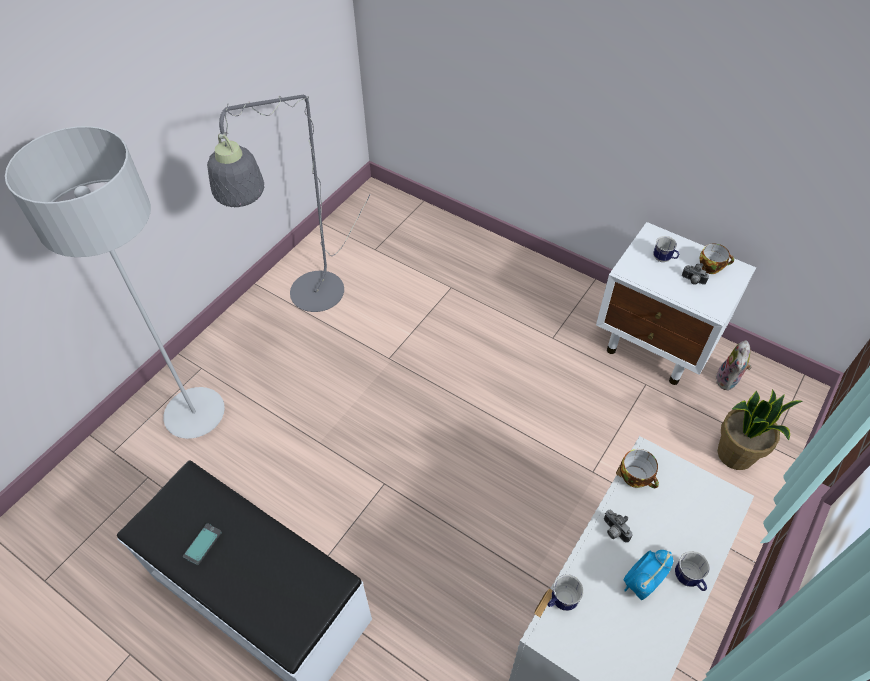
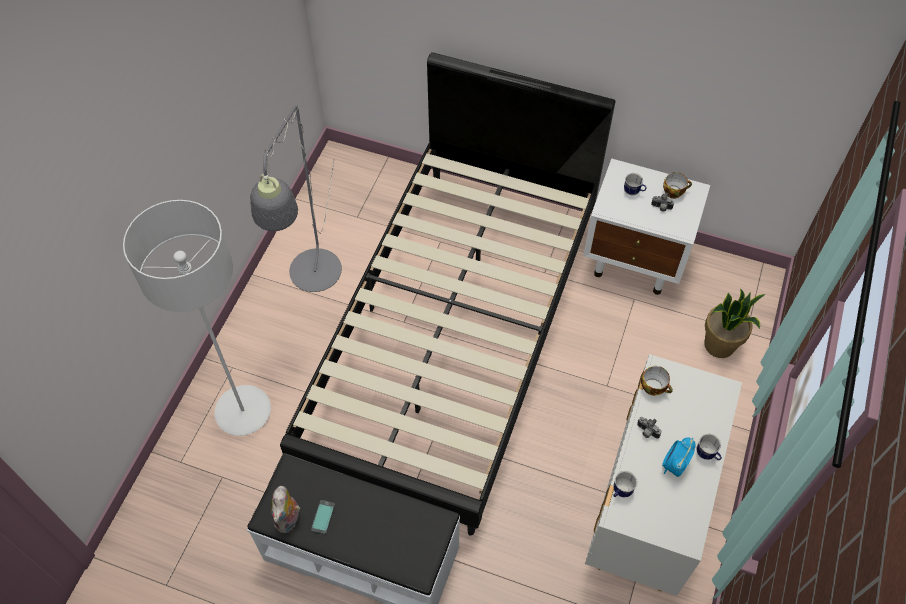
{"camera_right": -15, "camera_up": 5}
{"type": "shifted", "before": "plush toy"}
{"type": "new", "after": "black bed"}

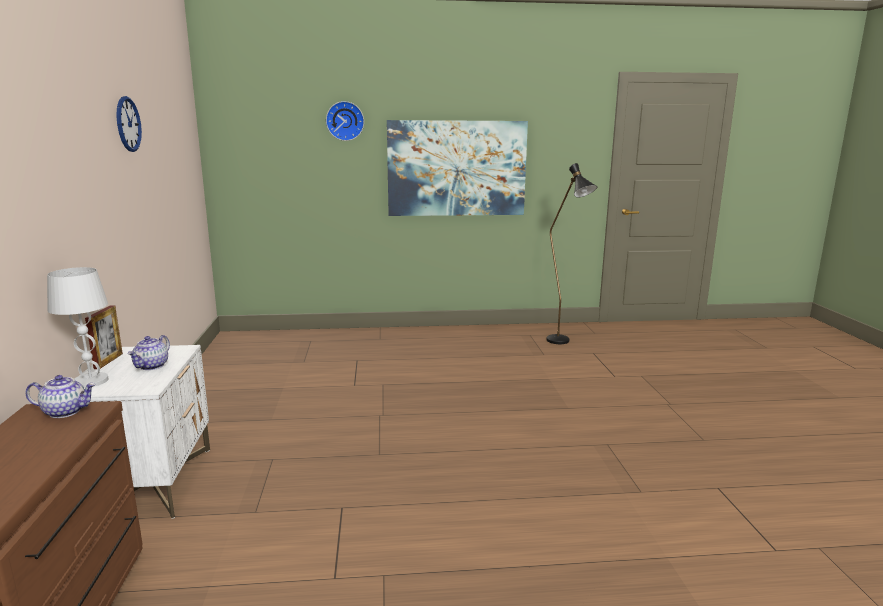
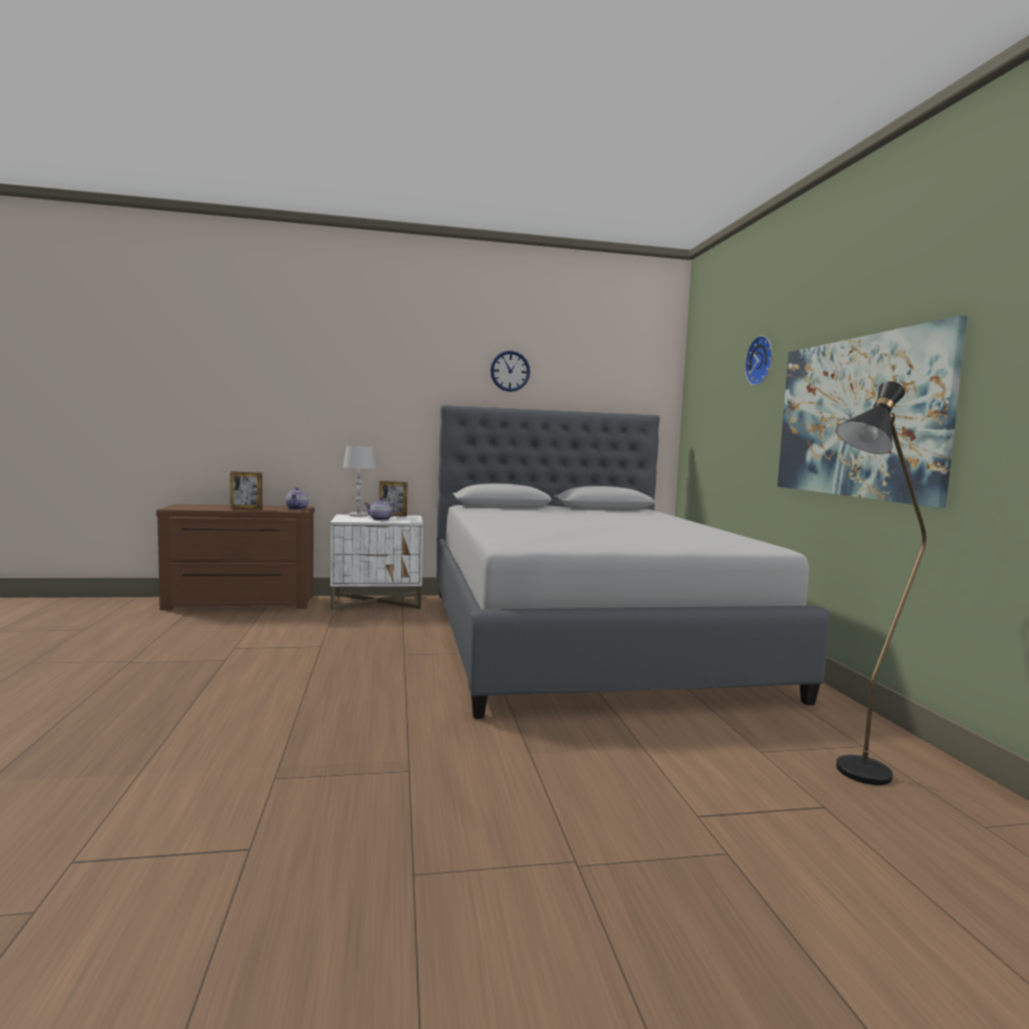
{"camera_right": 85, "camera_up": -10}
{"type": "new", "after": "picture frame (no. 1 from left)"}
{"type": "new", "after": "grey bed"}

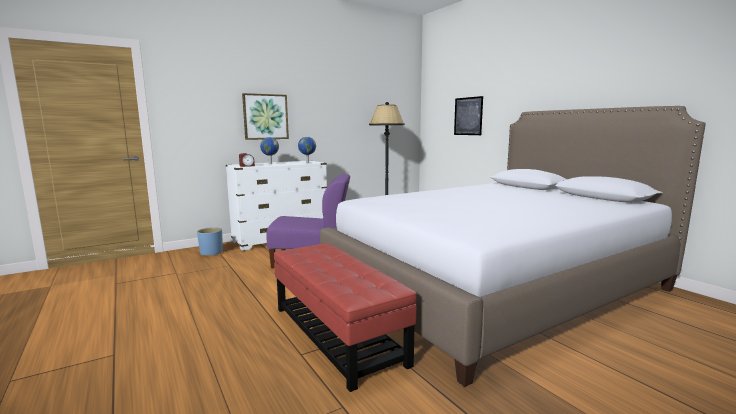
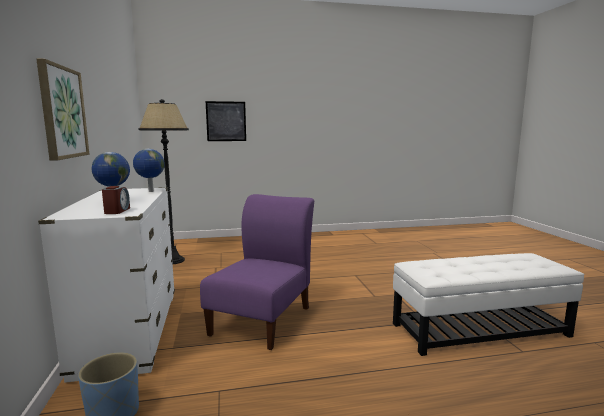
{"camera_right": -70, "camera_up": 0}
{"type": "repainted", "before": "red ottoman", "after": "white ottoman"}
{"type": "gone", "before": "bed"}

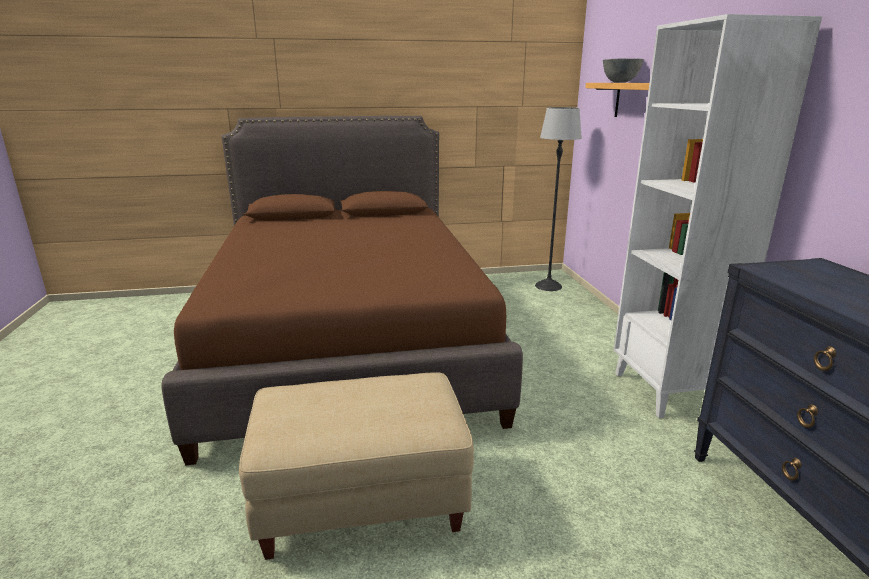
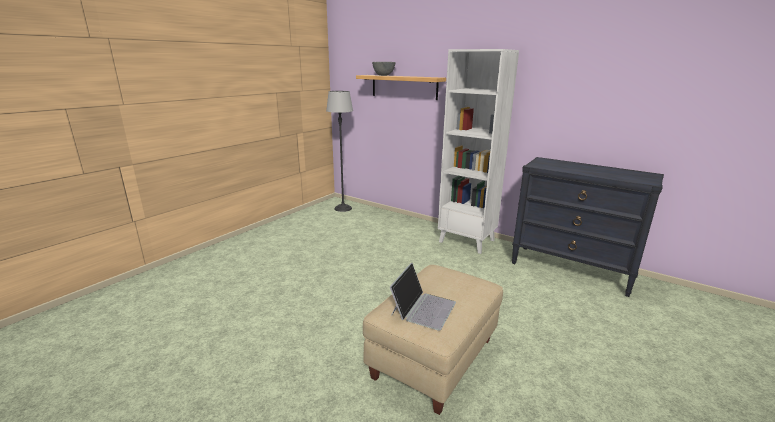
{"camera_right": -45, "camera_up": 0}
{"type": "new", "after": "laptop"}
{"type": "gone", "before": "brown bed"}

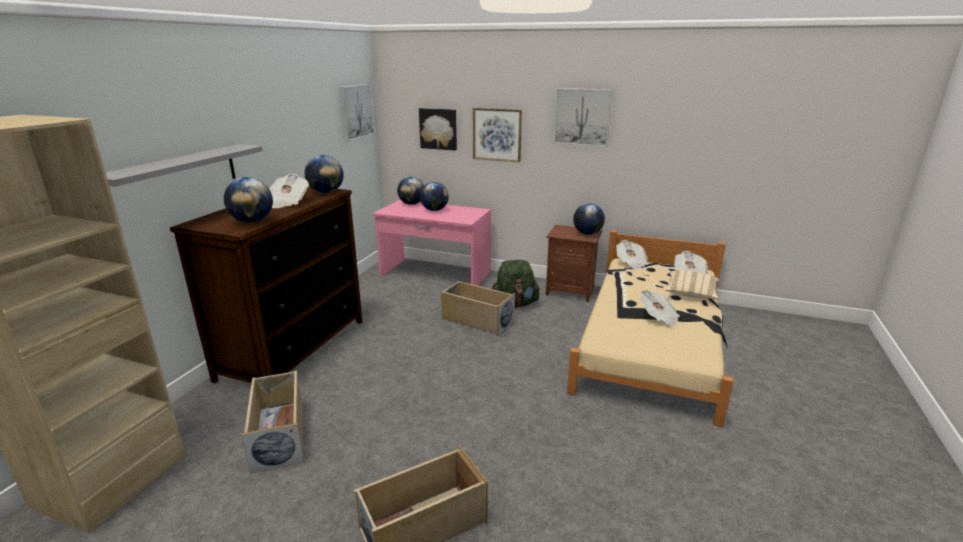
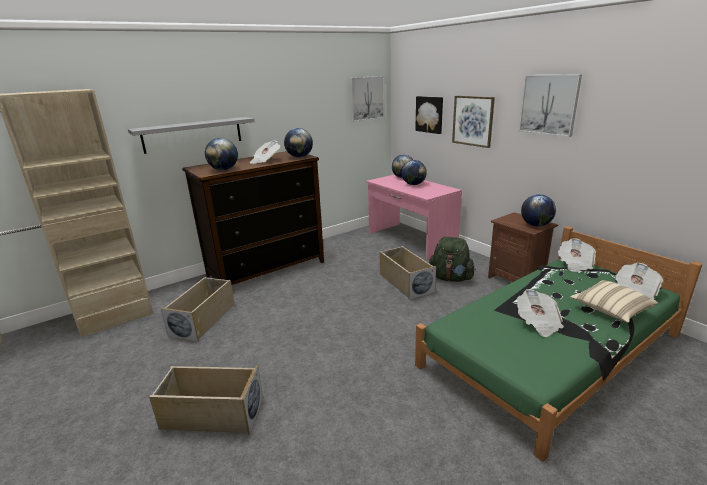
{"camera_right": 35, "camera_up": 0}
{"type": "repainted", "before": "beige bed", "after": "green bed"}

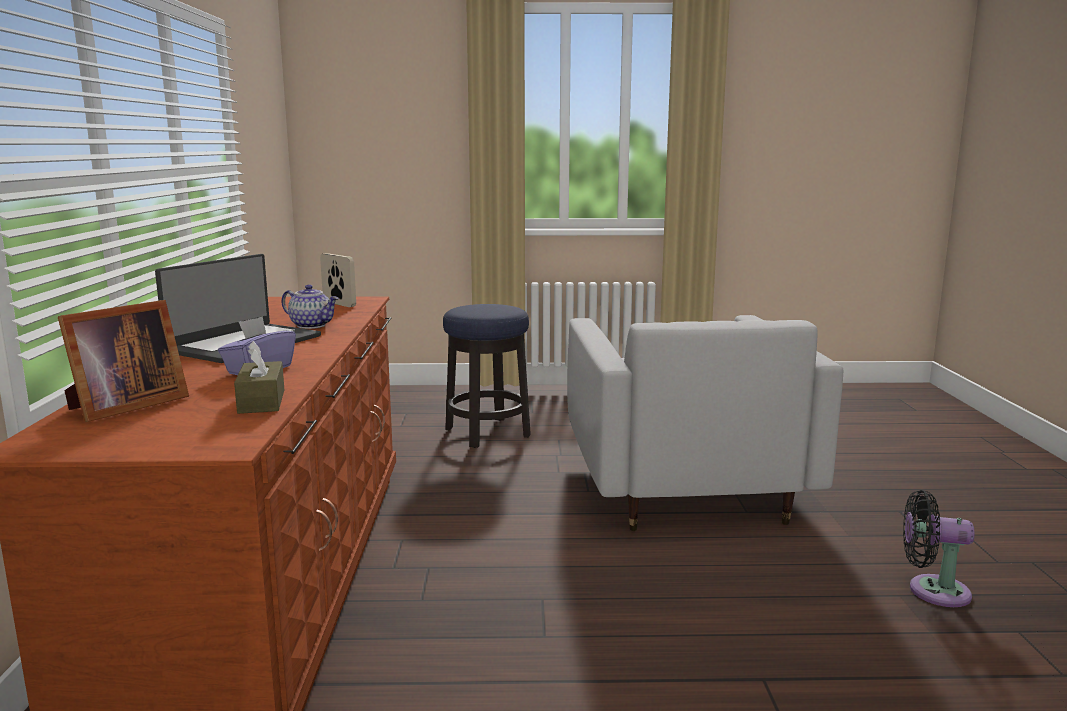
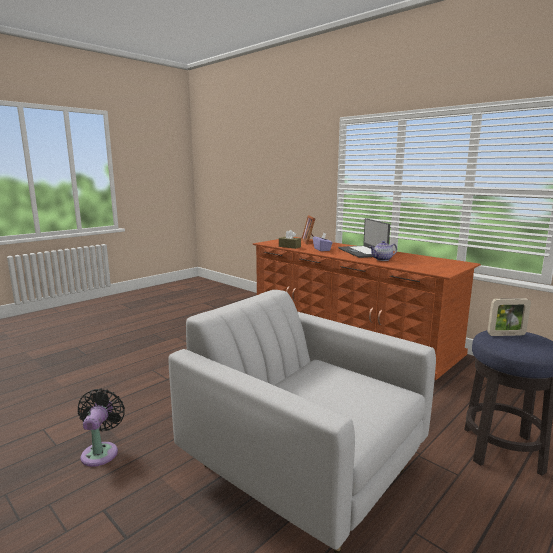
{"camera_right": 135, "camera_up": 0}
{"type": "rotated", "before": "black fan", "turn": -60}
{"type": "shifted", "before": "picture frame (no. 2 from left)"}

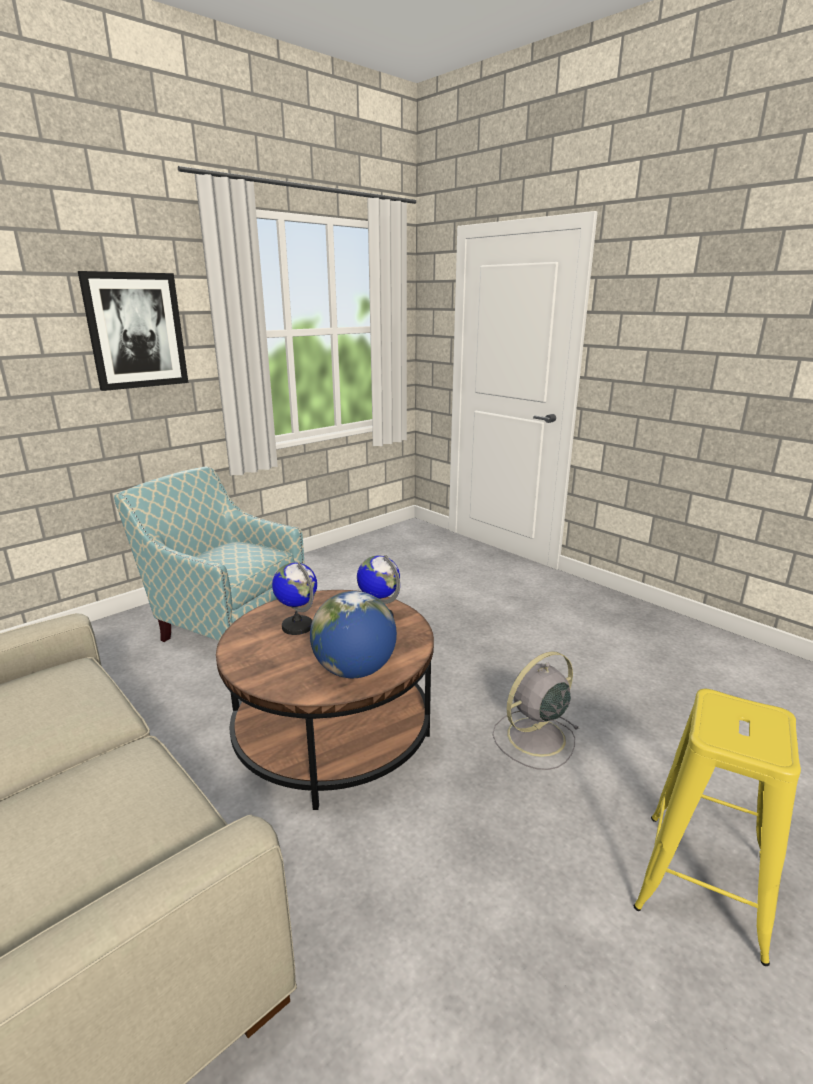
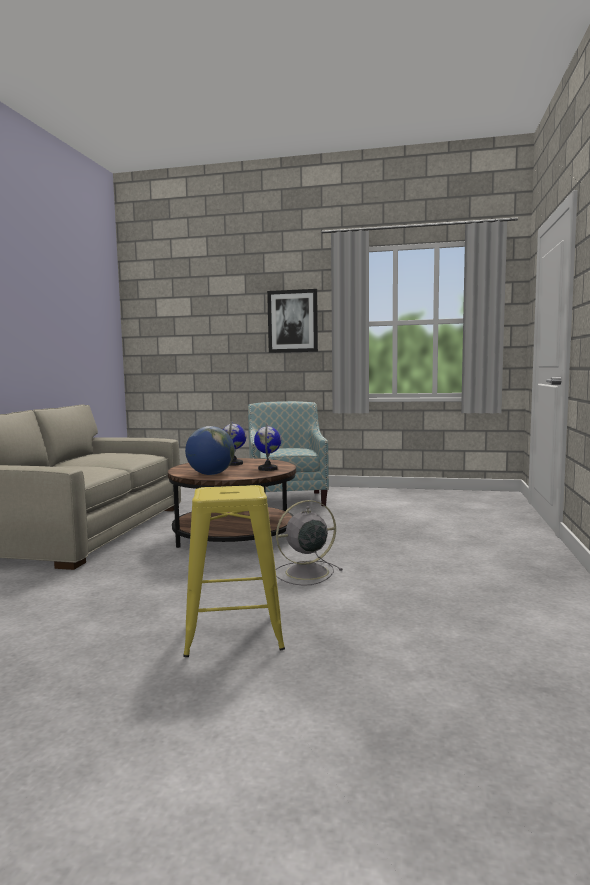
{"camera_right": 55, "camera_up": -15}
{"type": "rotated", "before": "grey fan", "turn": -45}

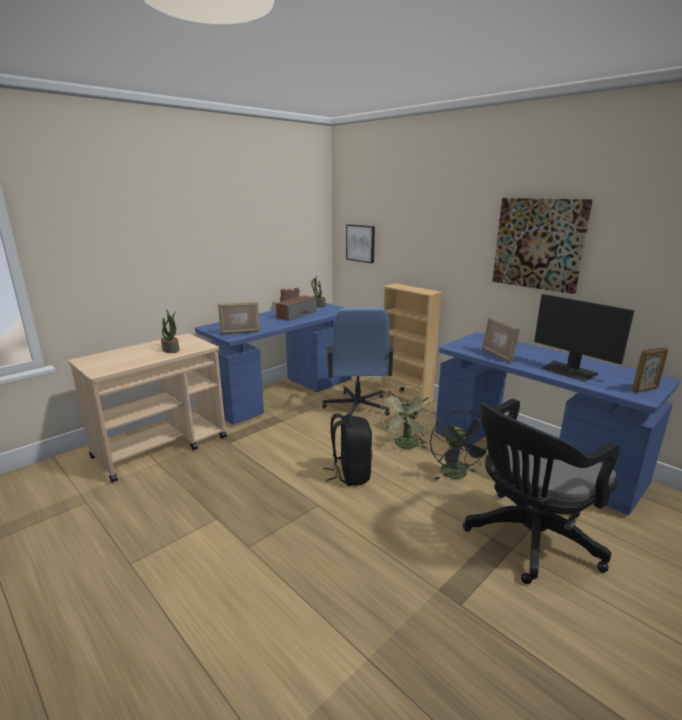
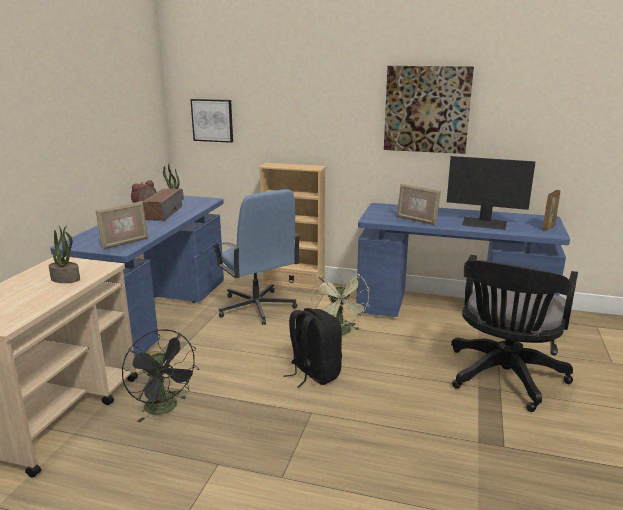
{"camera_right": -30, "camera_up": 0}
{"type": "shifted", "before": "black fan"}

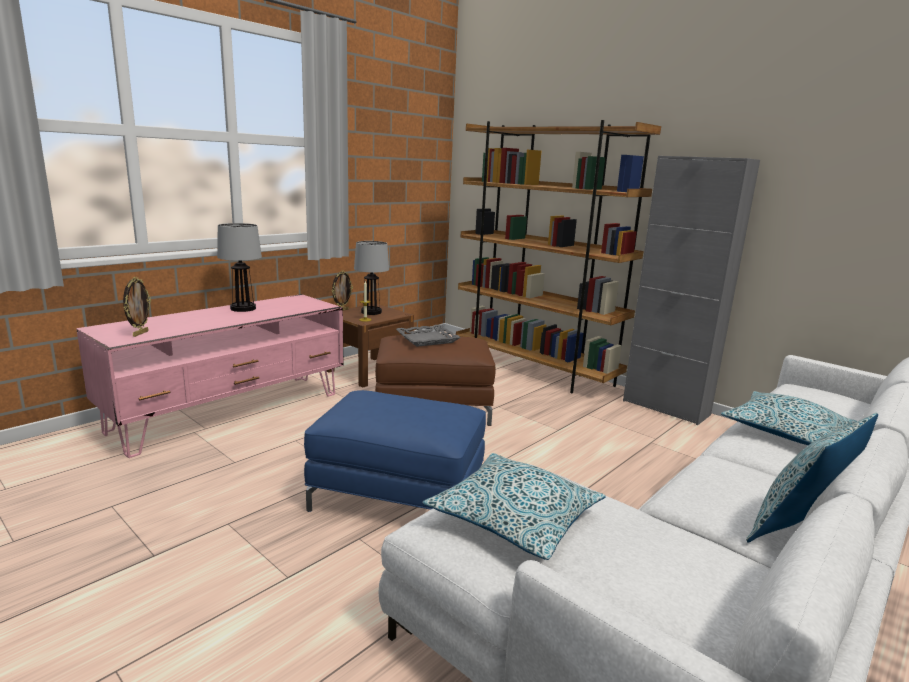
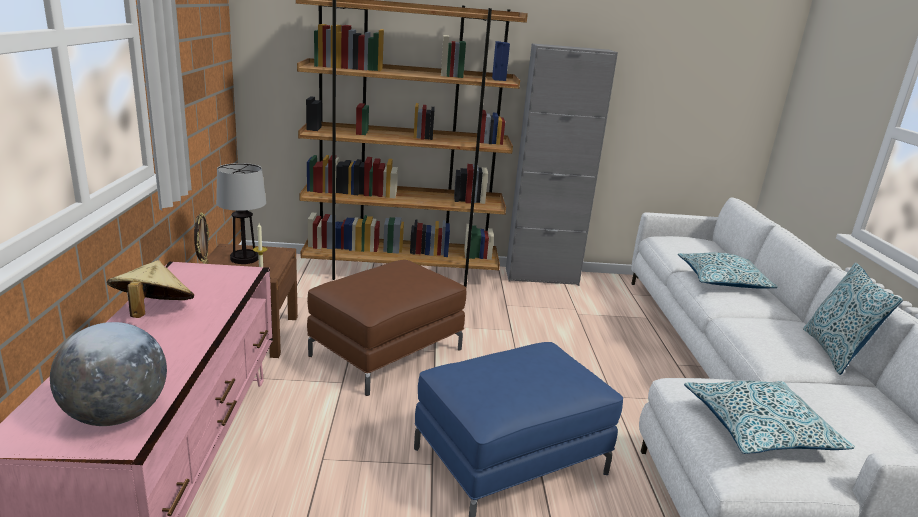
{"camera_right": -45, "camera_up": 5}
{"type": "swapped", "before": "picture frame (no. 1 from left)", "after": "globe"}
{"type": "swapped", "before": "table lamp (no. 1 from left)", "after": "beige hat"}
{"type": "gone", "before": "grey tray"}

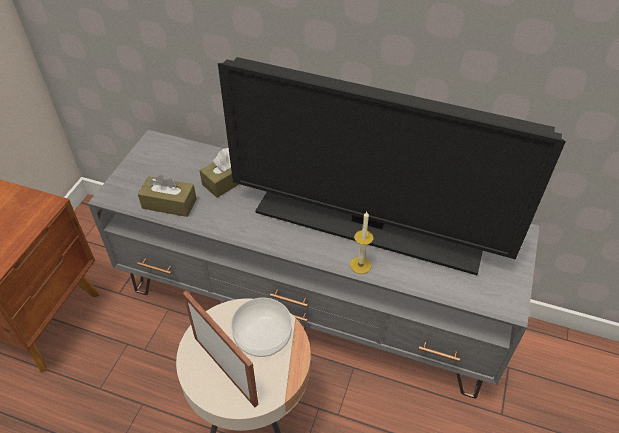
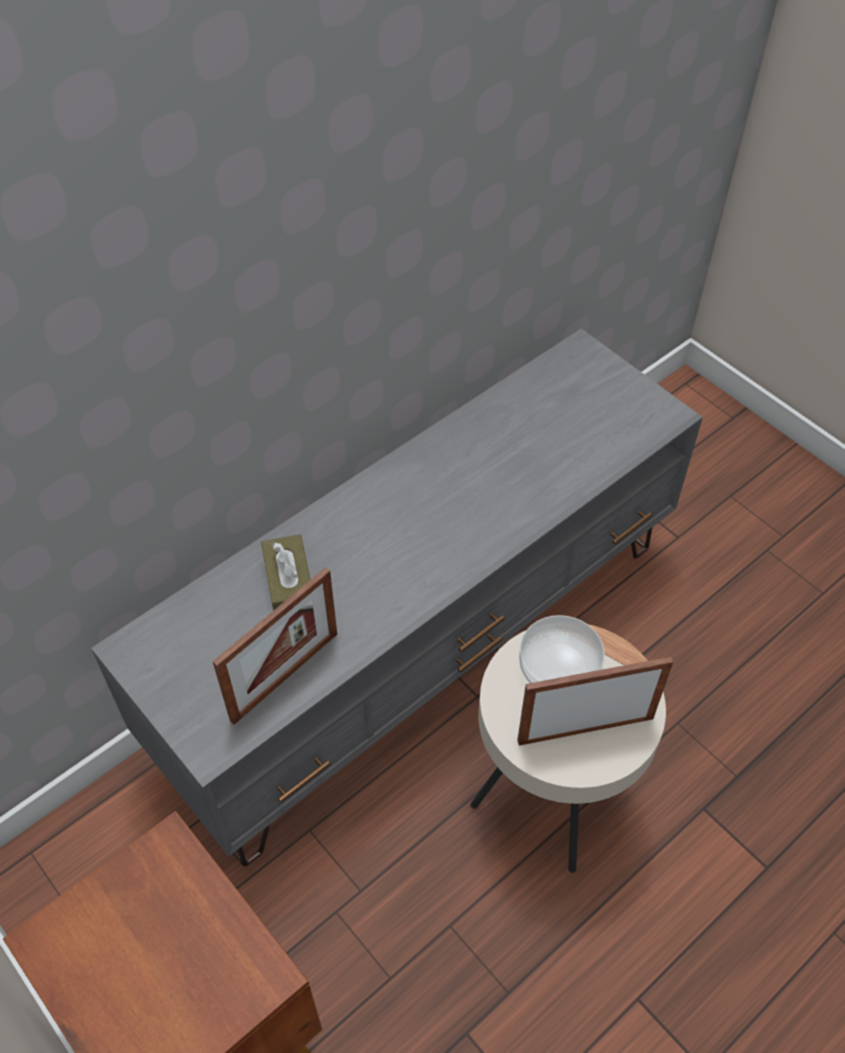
{"camera_right": -60, "camera_up": 5}
{"type": "swapped", "before": "brown tissue box (no. 1 from left)", "after": "picture frame (no. 1 from left)"}
{"type": "gone", "before": "television"}
{"type": "gone", "before": "candle"}

